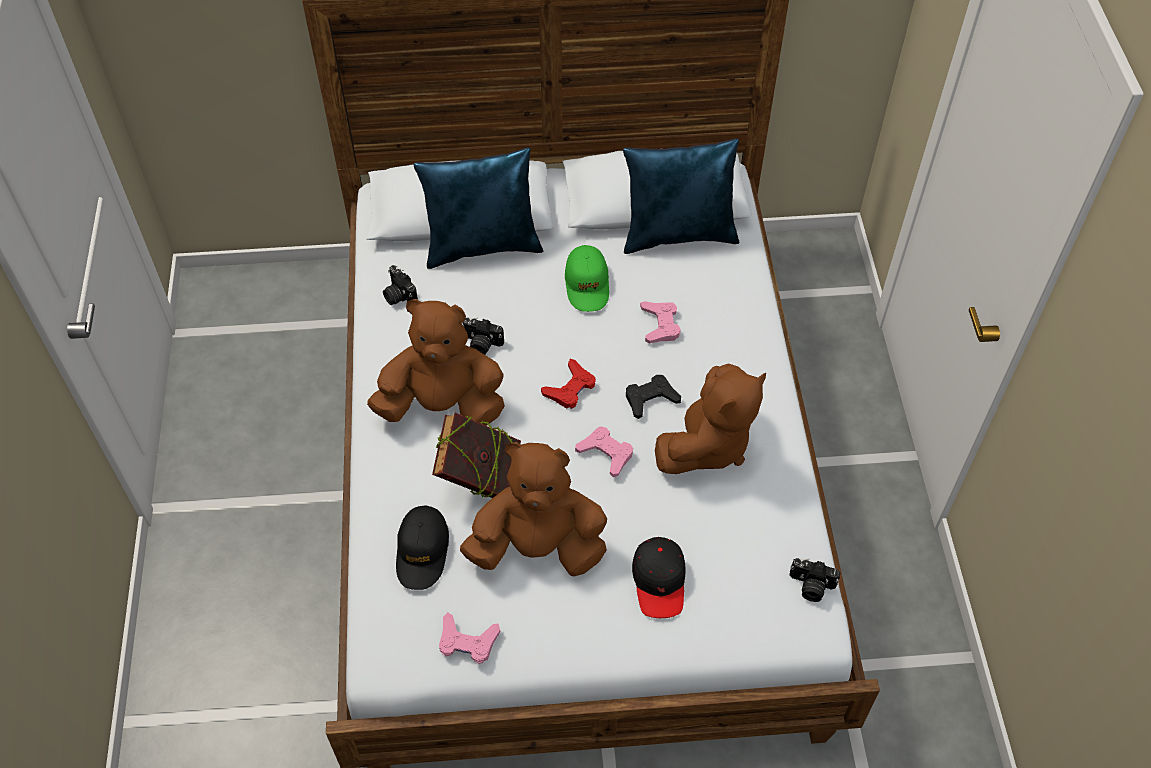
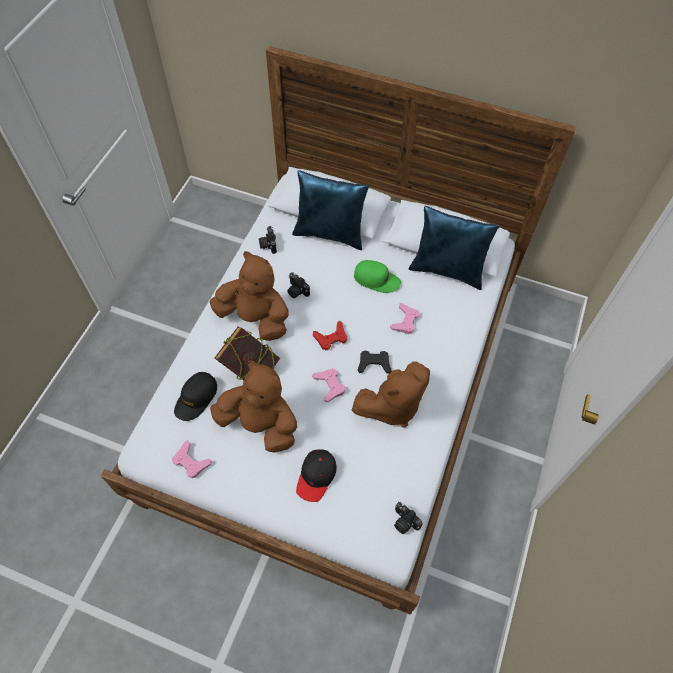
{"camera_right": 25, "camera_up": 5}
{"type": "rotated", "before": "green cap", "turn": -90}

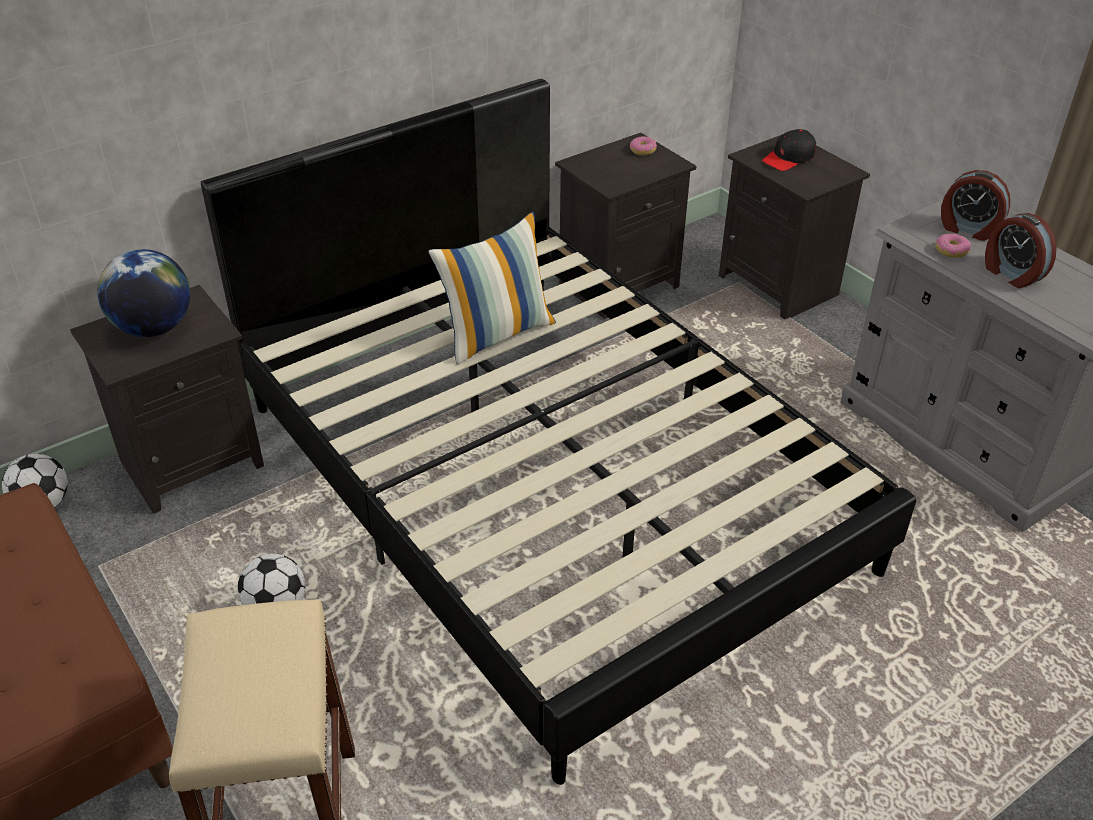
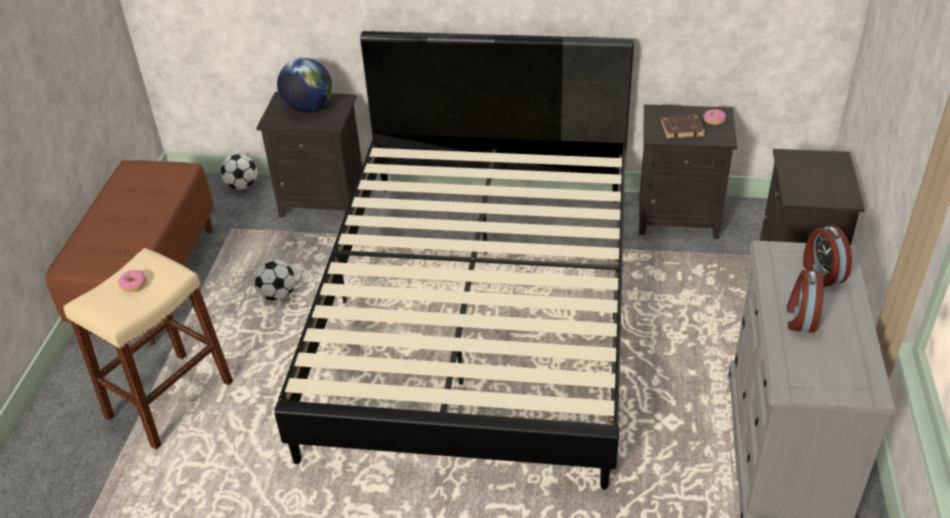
{"camera_right": 45, "camera_up": 0}
{"type": "shifted", "before": "donut (no. 2 from left in the first image)", "after": "donut (no. 1 from left)"}
{"type": "new", "after": "brown book"}
{"type": "gone", "before": "pillow"}
{"type": "gone", "before": "black cap"}

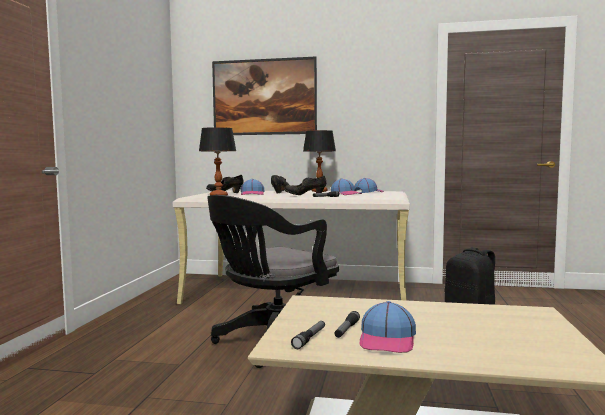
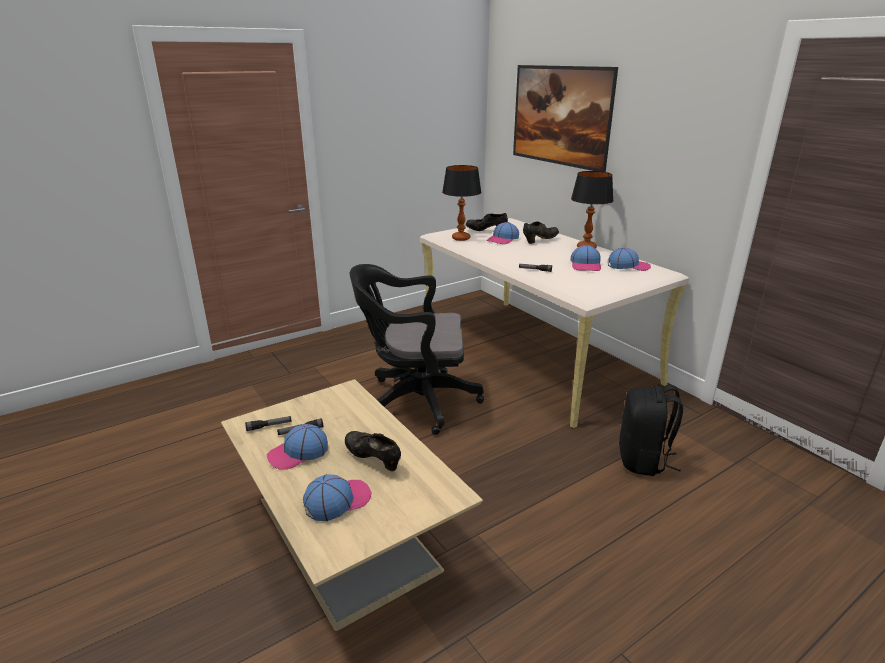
{"camera_right": 45, "camera_up": 20}
{"type": "new", "after": "cap (no. 2 from left)"}
{"type": "shifted", "before": "black shoe (no. 3 from left in the first image)", "after": "black shoe (no. 1 from left)"}

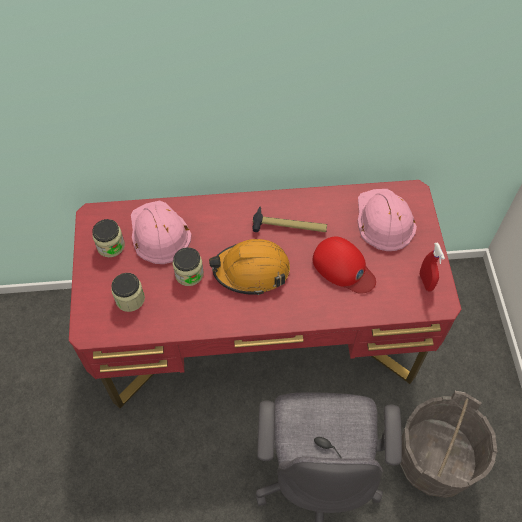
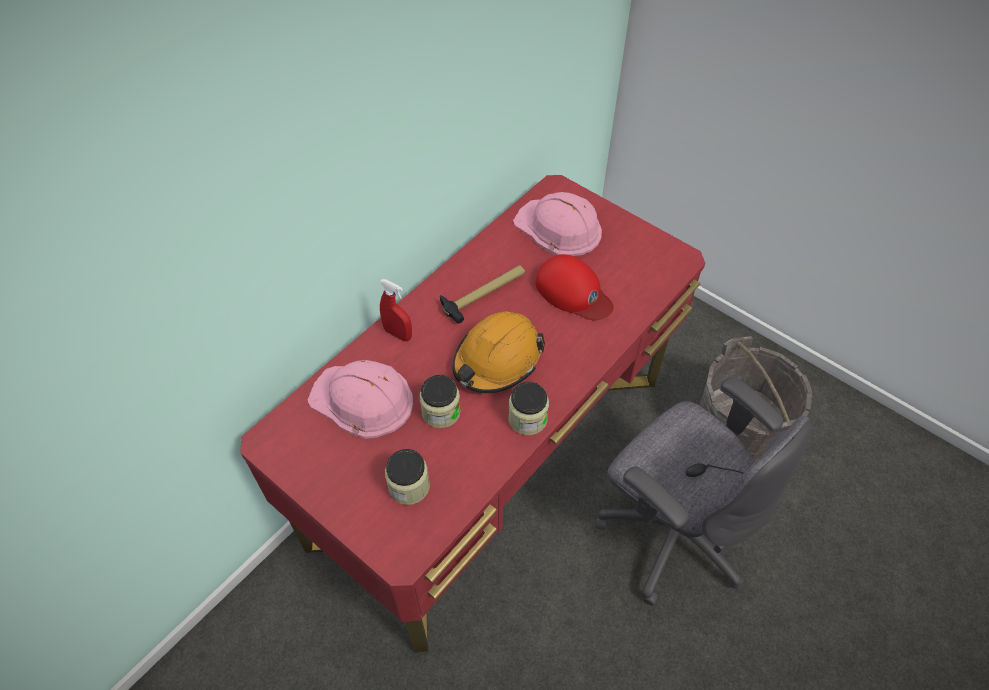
{"camera_right": -45, "camera_up": -5}
{"type": "shifted", "before": "red spray bottle"}
{"type": "shifted", "before": "jar (no. 1 from left in the first image)", "after": "jar (no. 3 from left)"}
{"type": "rotated", "before": "red cap", "turn": 45}

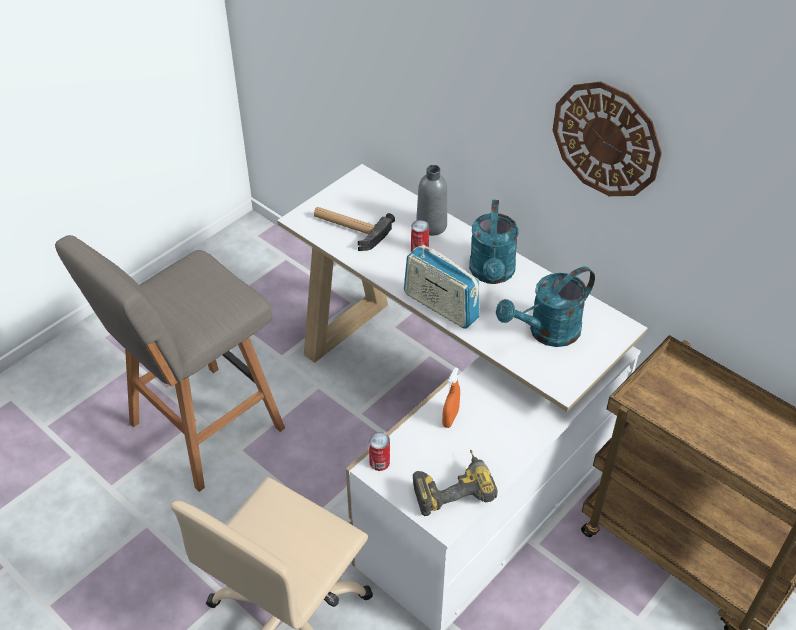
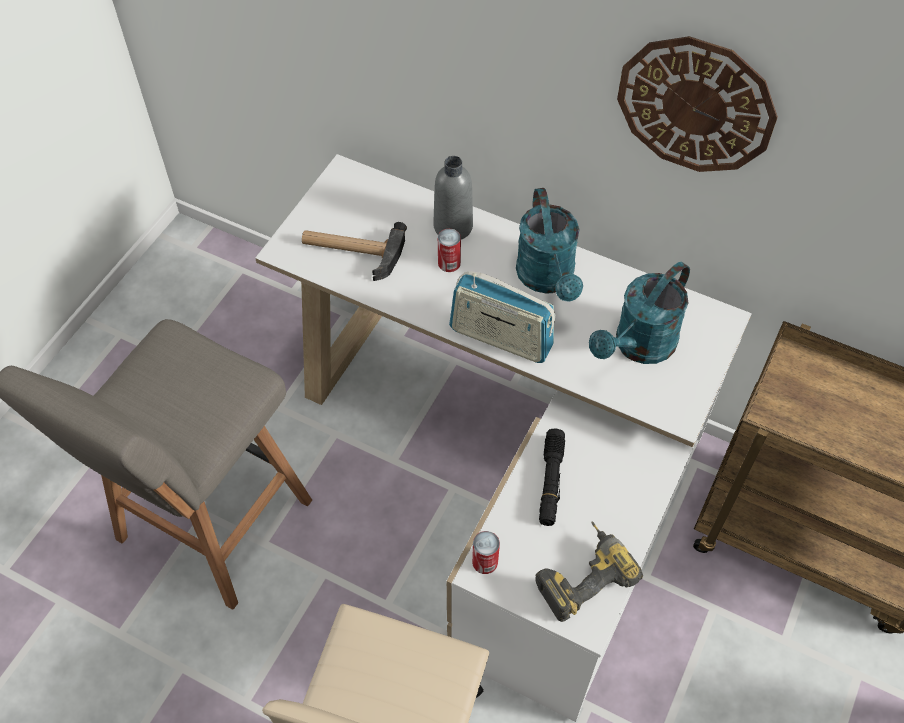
{"camera_right": -15, "camera_up": 10}
{"type": "swapped", "before": "orange spray bottle", "after": "black flashlight"}

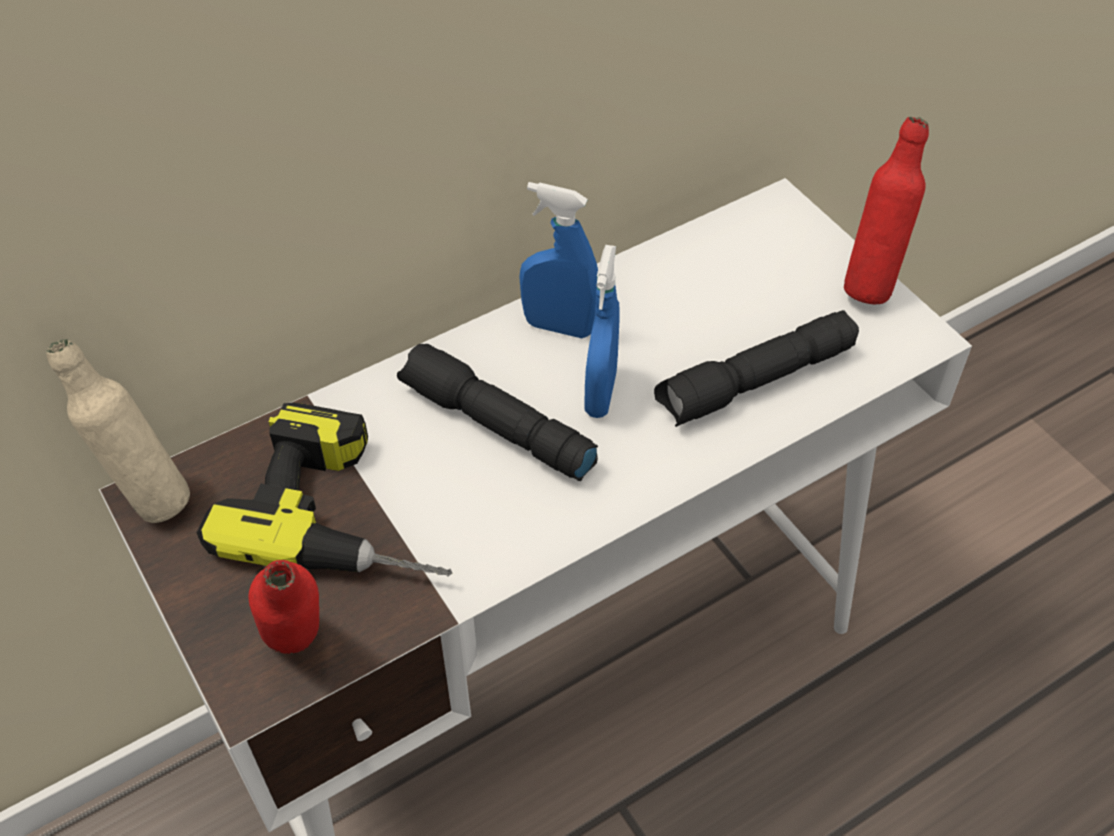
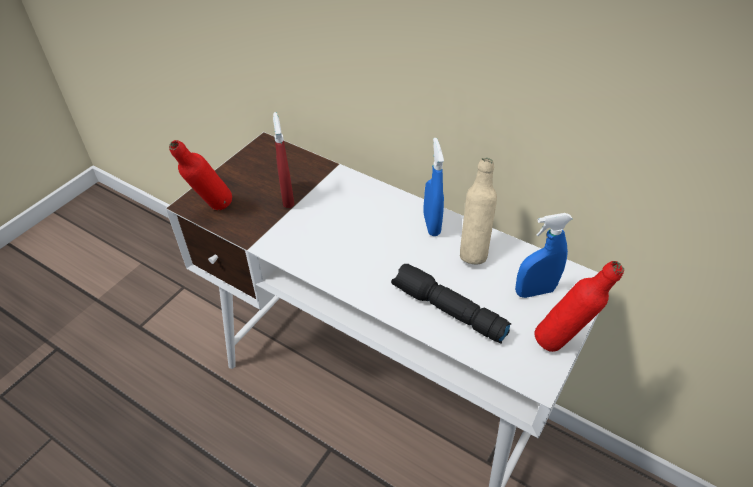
{"camera_right": 65, "camera_up": -5}
{"type": "swapped", "before": "power drill", "after": "red spray bottle"}
{"type": "shifted", "before": "beige bottle"}
{"type": "shifted", "before": "blue spray bottle (no. 2 from left)"}
{"type": "gone", "before": "black flashlight (no. 1 from left)"}

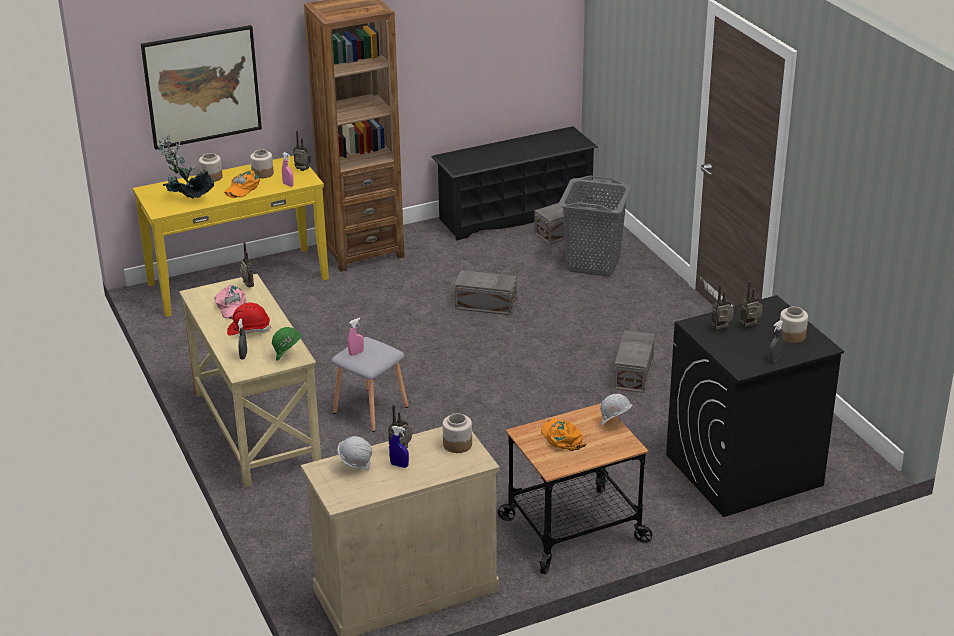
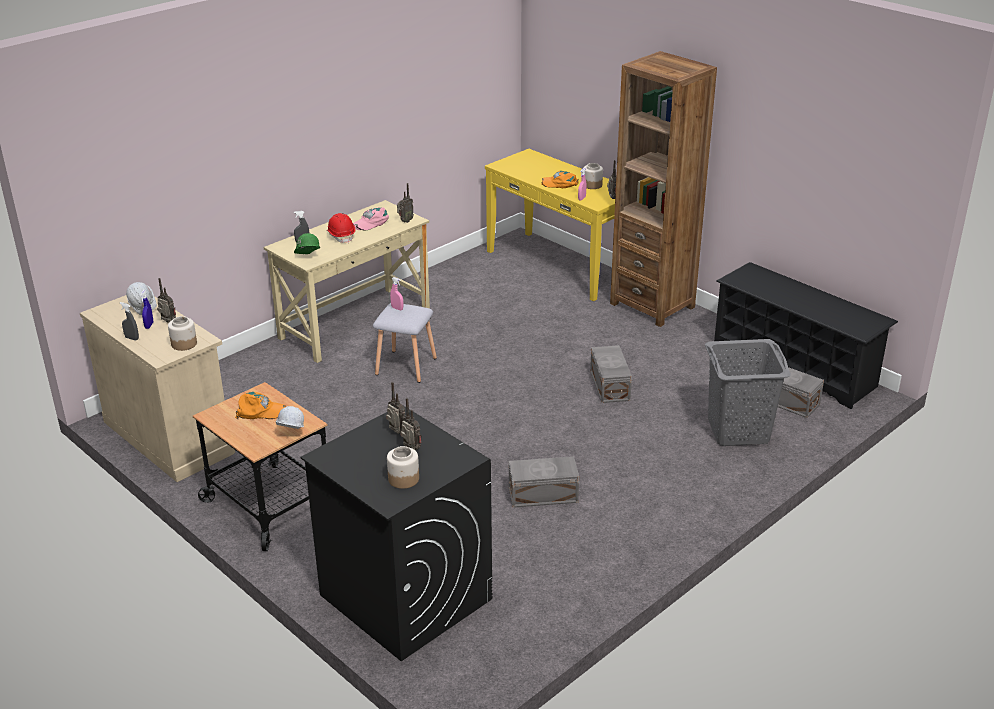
{"camera_right": 70, "camera_up": 0}
{"type": "shifted", "before": "grey spray bottle (no. 2 from left in the first image)", "after": "grey spray bottle (no. 1 from left)"}
{"type": "rotated", "before": "orange cap (no. 2 from left in the first image)", "turn": 45}
{"type": "gone", "before": "picture"}
{"type": "gone", "before": "potted plant"}
{"type": "gone", "before": "jar (no. 1 from left)"}

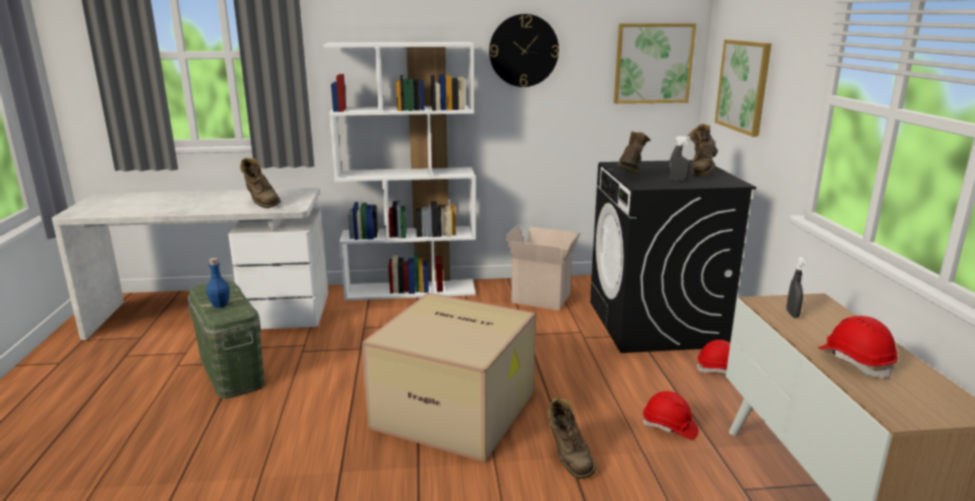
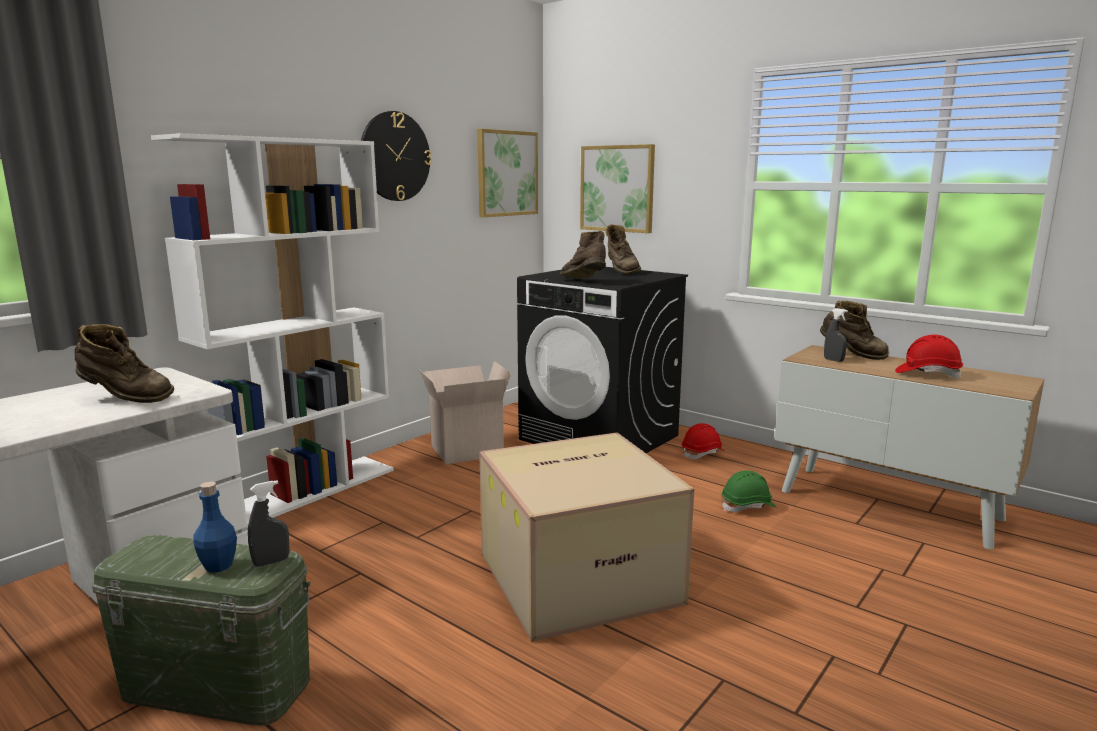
{"camera_right": -45, "camera_up": -5}
{"type": "shifted", "before": "grey spray bottle (no. 1 from left)"}
{"type": "repainted", "before": "red hard hat (no. 1 from left)", "after": "green hard hat"}
{"type": "shifted", "before": "brown boot (no. 2 from left in the first image)", "after": "brown boot (no. 4 from left)"}

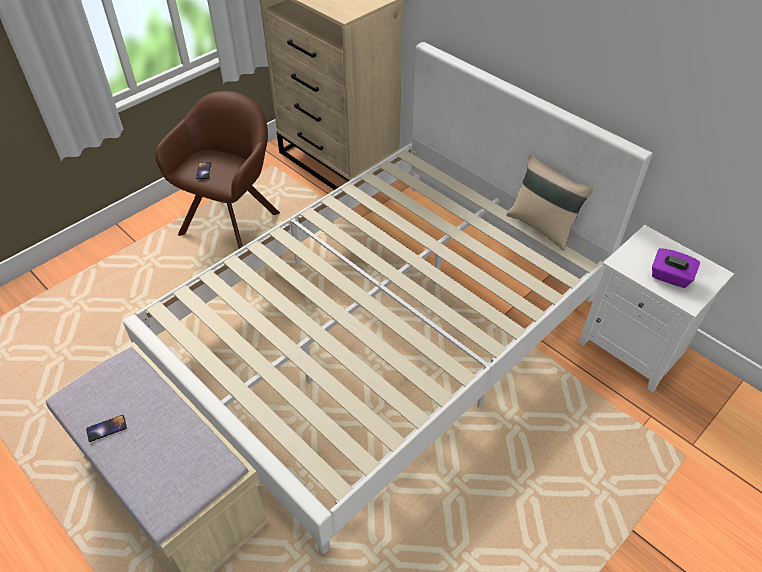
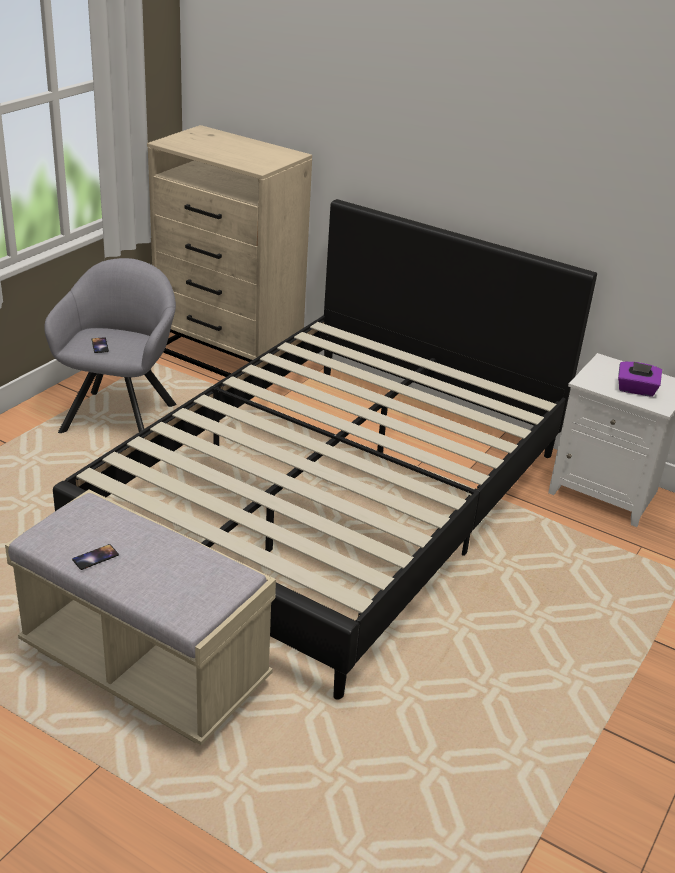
{"camera_right": -15, "camera_up": -15}
{"type": "repainted", "before": "brown armchair", "after": "grey armchair"}
{"type": "repainted", "before": "white bed", "after": "black bed"}
{"type": "gone", "before": "beige pillow"}

